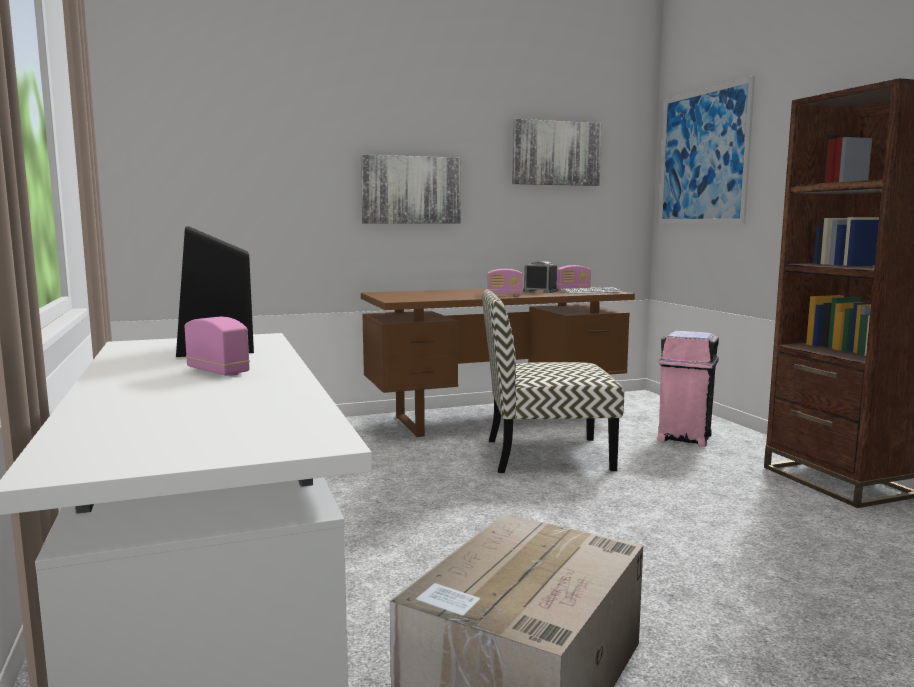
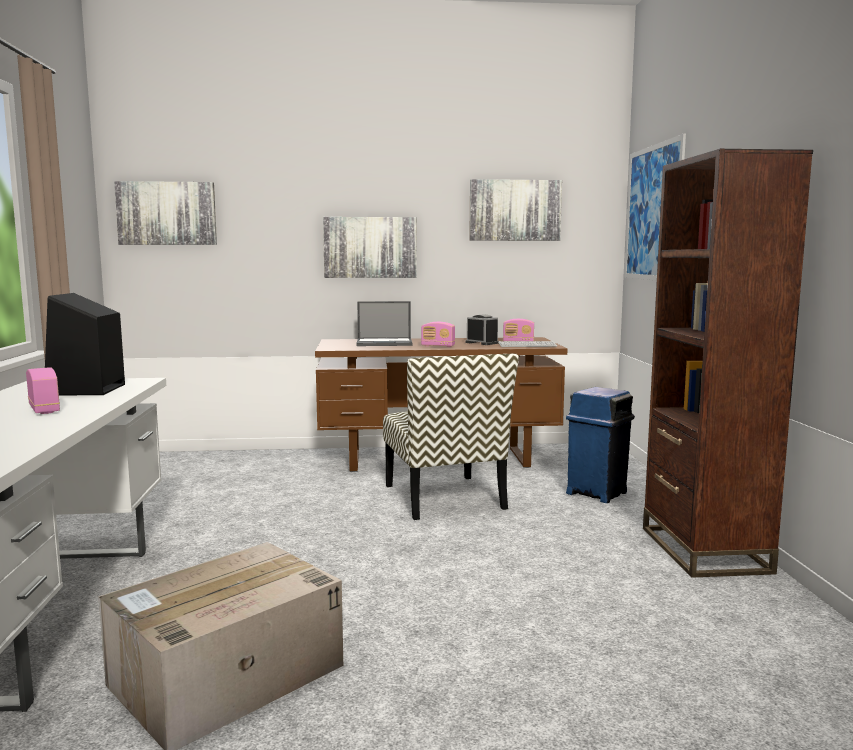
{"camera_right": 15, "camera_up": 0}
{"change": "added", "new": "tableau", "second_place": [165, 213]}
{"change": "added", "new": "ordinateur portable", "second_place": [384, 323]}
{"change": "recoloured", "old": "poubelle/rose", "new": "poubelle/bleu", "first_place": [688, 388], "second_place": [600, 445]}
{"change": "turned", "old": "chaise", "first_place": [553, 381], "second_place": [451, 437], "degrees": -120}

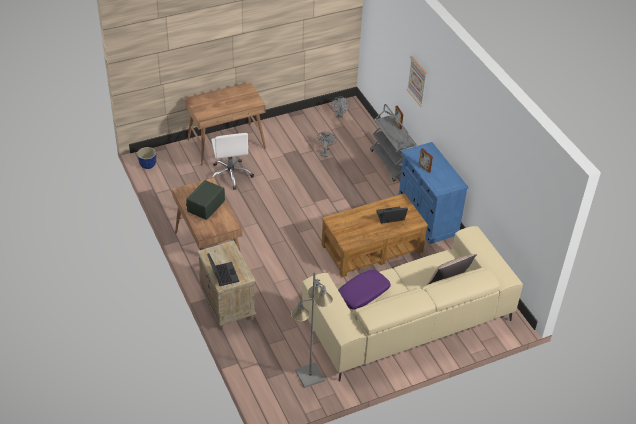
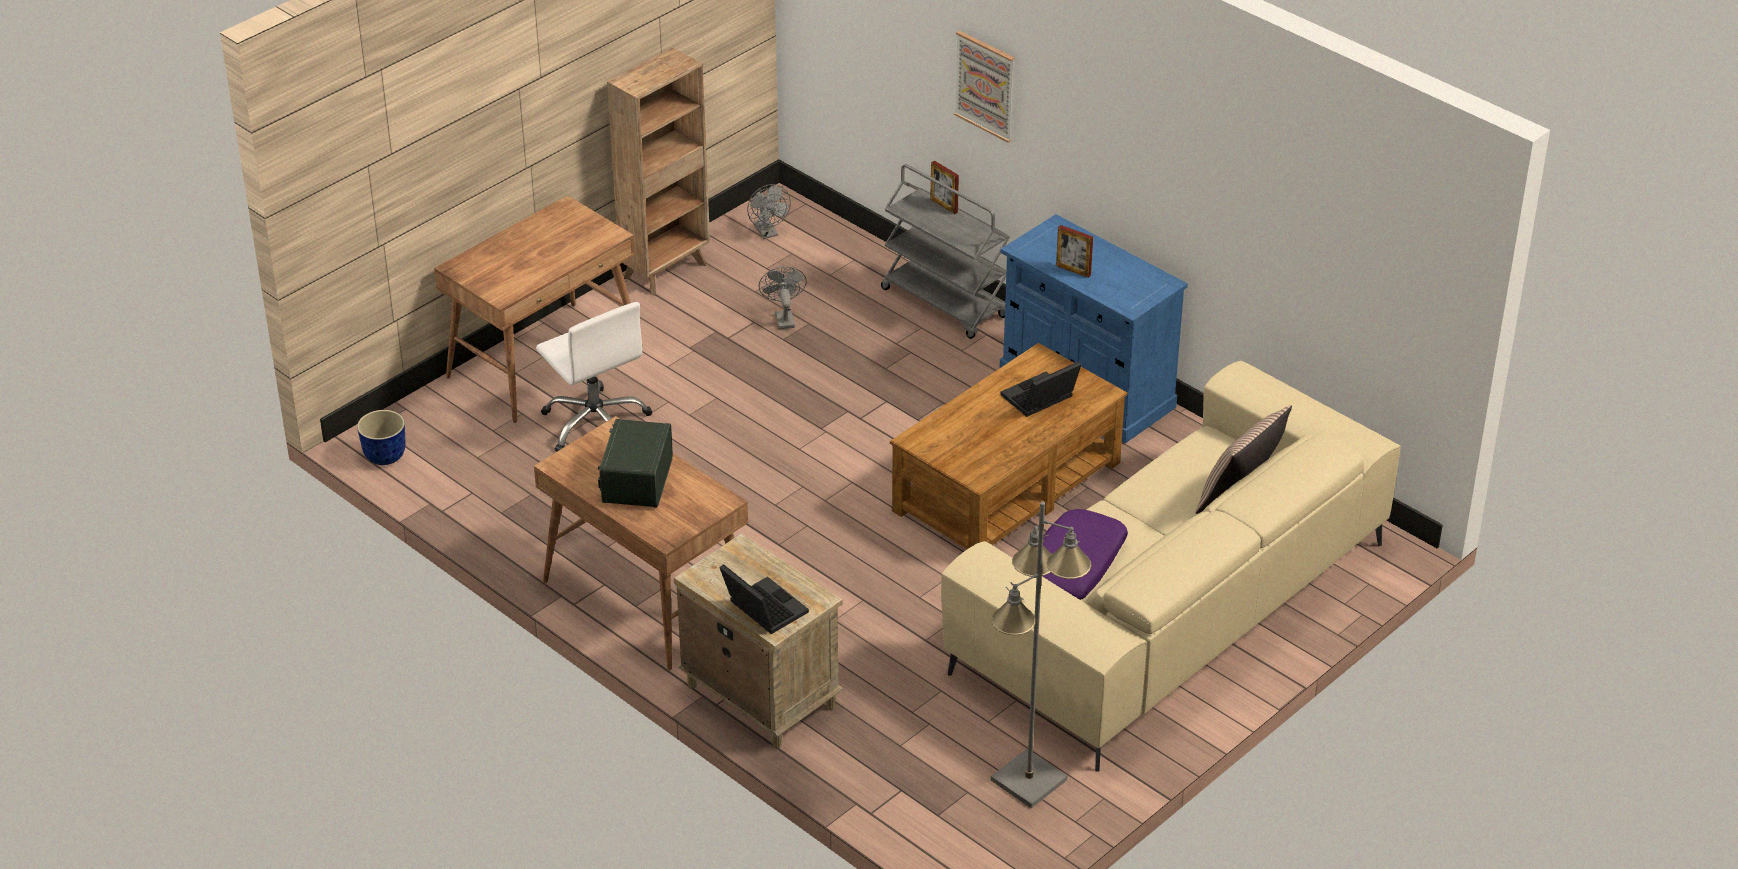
{"camera_right": -20, "camera_up": -5}
{"change": "added", "new": "bibliothèque/marron", "second_place": [658, 171]}

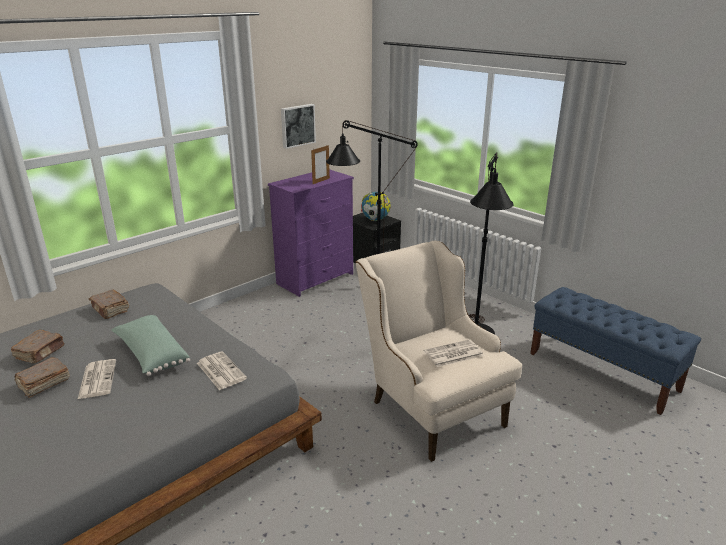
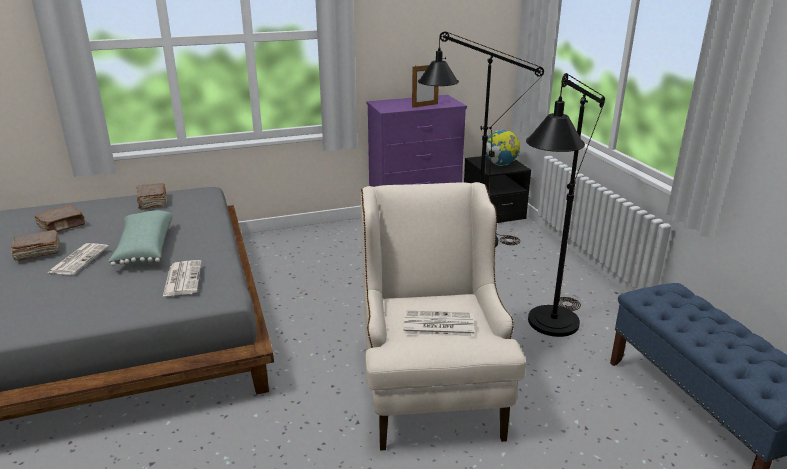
{"camera_right": 25, "camera_up": 0}
{"change": "removed", "old": "tableau", "first_place": [298, 126]}

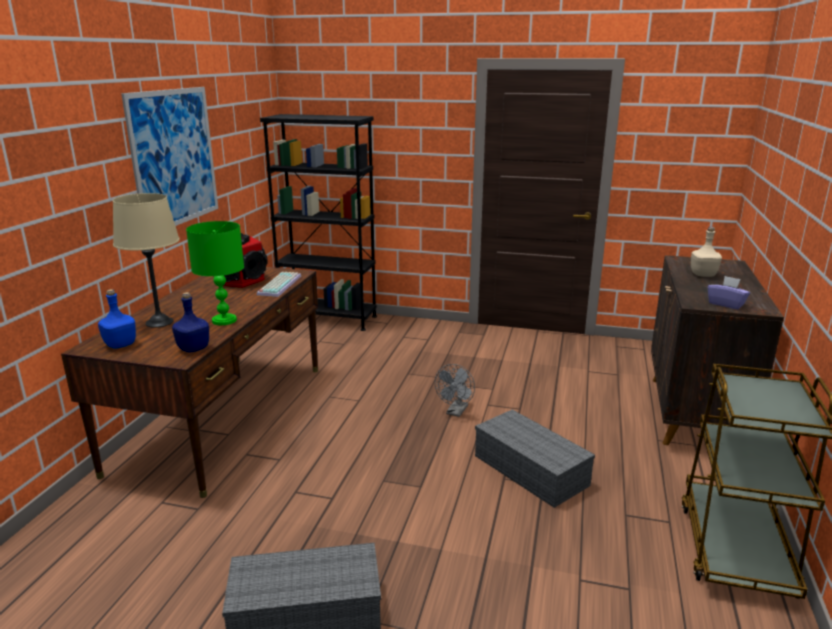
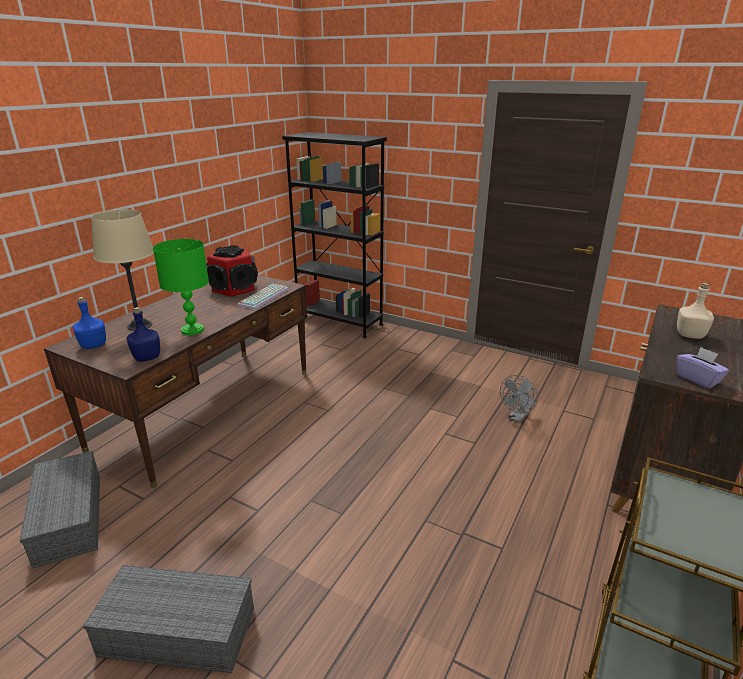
{"camera_right": 15, "camera_up": 5}
{"change": "removed", "old": "tableau", "first_place": [169, 156]}
{"change": "moved", "old": "ventilateur/gris", "first_place": [455, 390], "second_place": [519, 399]}
{"change": "moved", "old": "boîte de rangement/gris", "first_place": [535, 459], "second_place": [60, 510]}

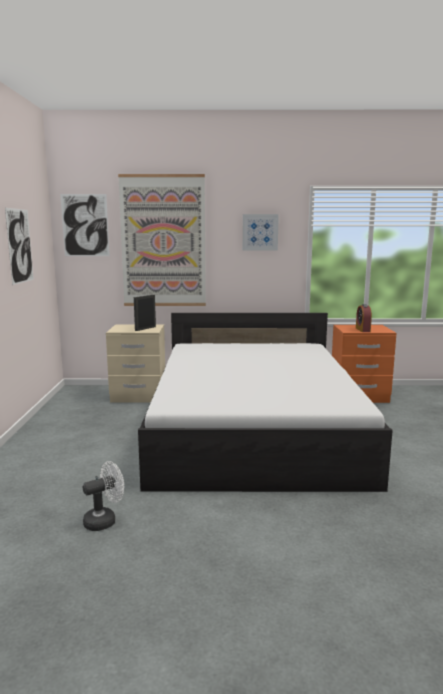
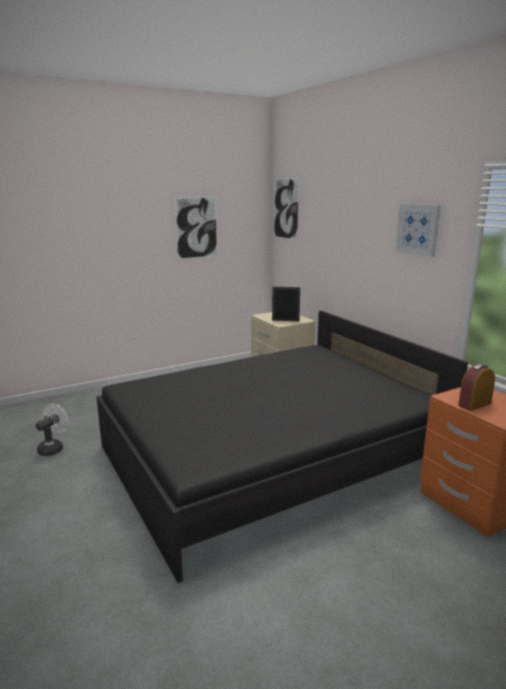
{"camera_right": 60, "camera_up": 5}
{"change": "removed", "old": "tableau", "first_place": [162, 240]}
{"change": "recoloured", "old": "lit/blanc", "new": "lit/noir", "first_place": [265, 402], "second_place": [282, 446]}
{"change": "turned", "old": "ventilateur/blanc", "first_place": [103, 496], "second_place": [52, 430], "degrees": -90}

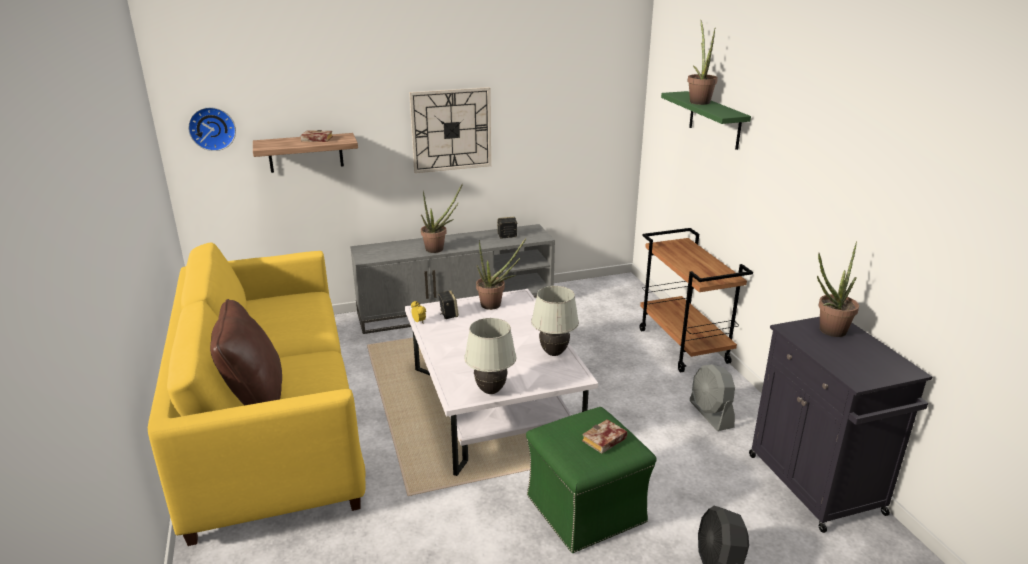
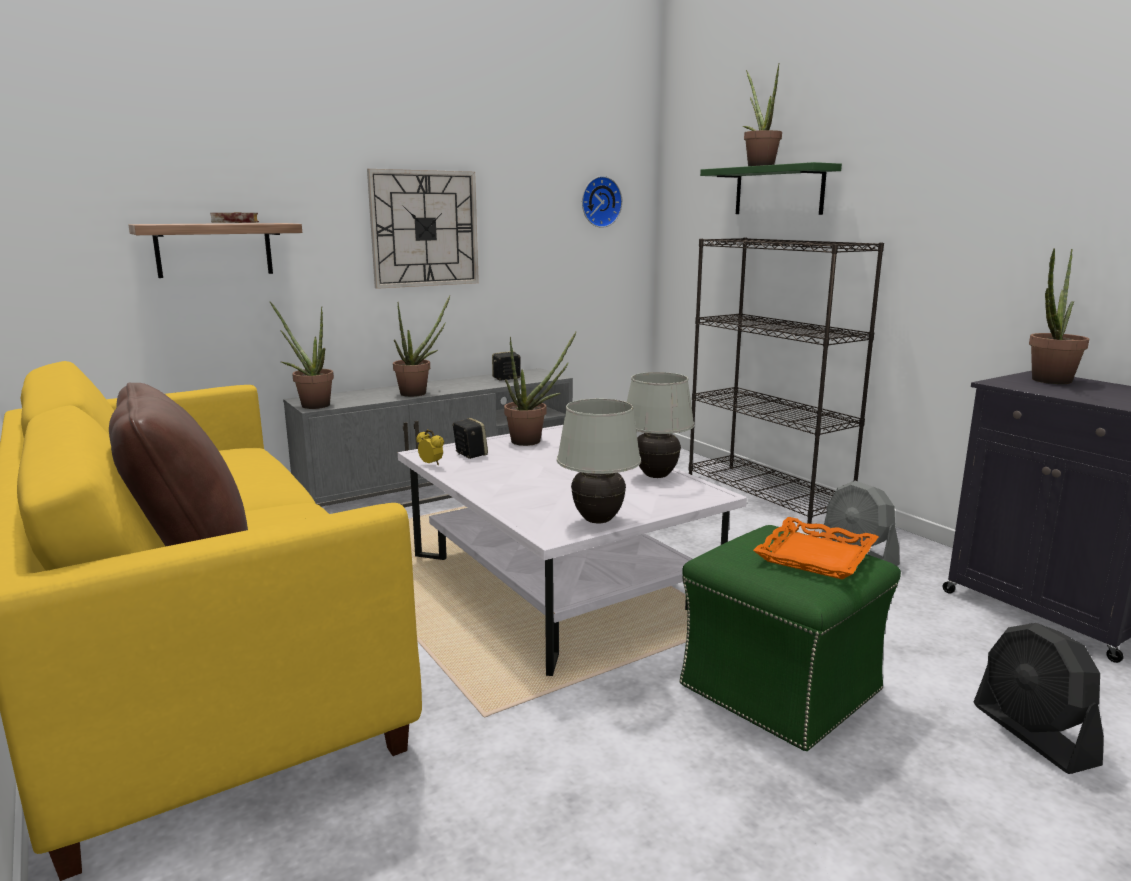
{"camera_right": -15, "camera_up": -10}
{"change": "added", "new": "plante en pot", "second_place": [302, 355]}
{"change": "moved", "old": "horloge murale", "first_place": [212, 129], "second_place": [602, 202]}
{"change": "replaced", "old": "livre", "new": "plateau/orange", "first_place": [604, 436], "second_place": [816, 548]}
{"change": "replaced", "old": "chariot/marron", "new": "bibliothèque/noir", "first_place": [696, 300], "second_place": [786, 381]}

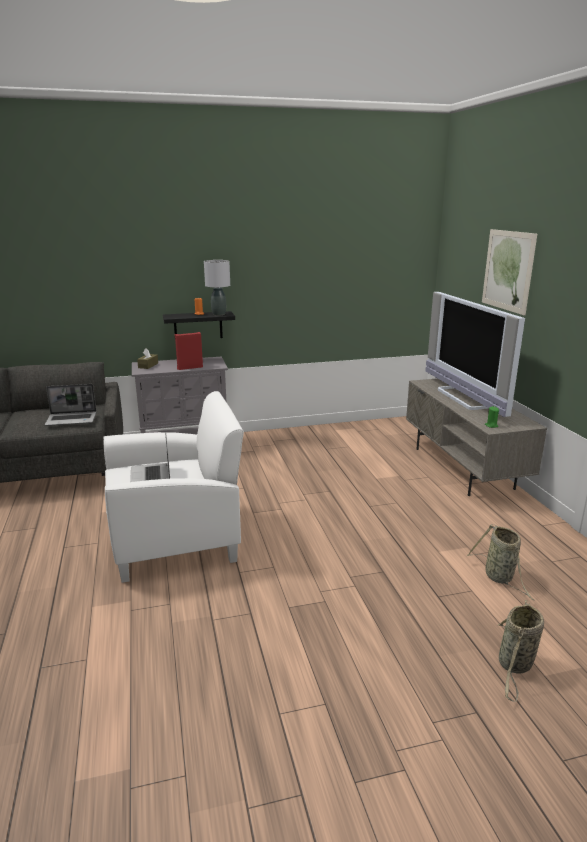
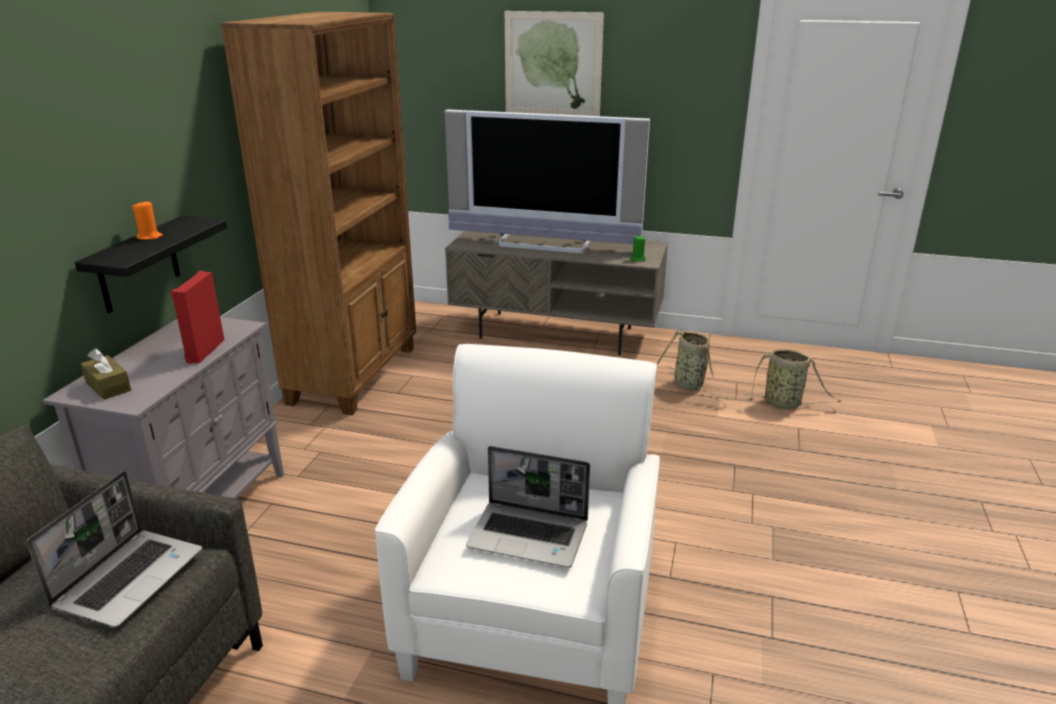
{"camera_right": -60, "camera_up": 5}
{"change": "removed", "old": "lampe de table/gris", "first_place": [217, 288]}
{"change": "added", "new": "bibliothèque/marron", "second_place": [318, 213]}
{"change": "moved", "old": "panier", "first_place": [521, 651], "second_place": [693, 365]}

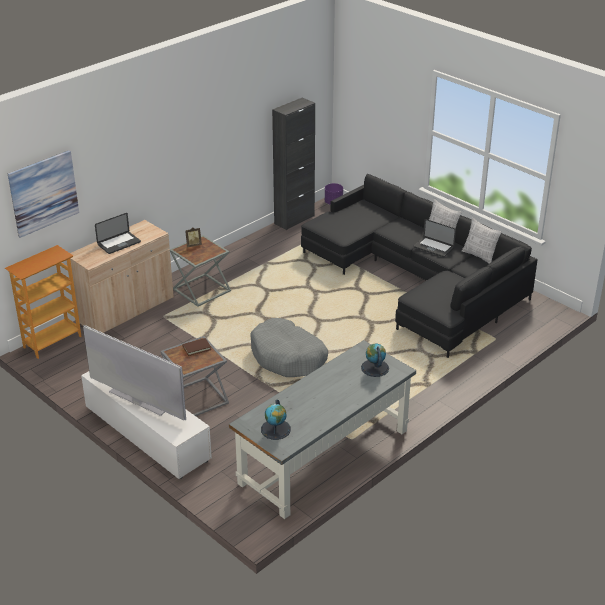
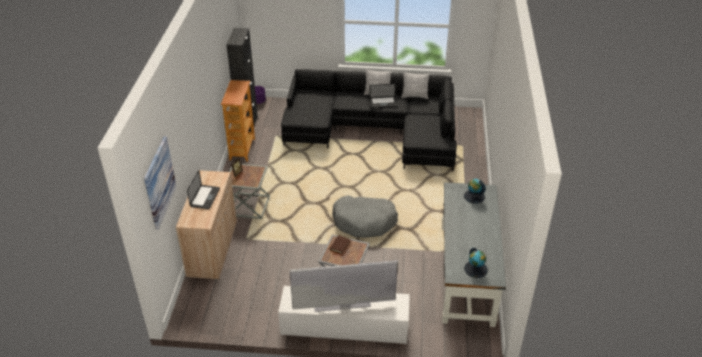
{"camera_right": -40, "camera_up": 5}
{"change": "moved", "old": "bibliothèque", "first_place": [43, 302], "second_place": [238, 121]}

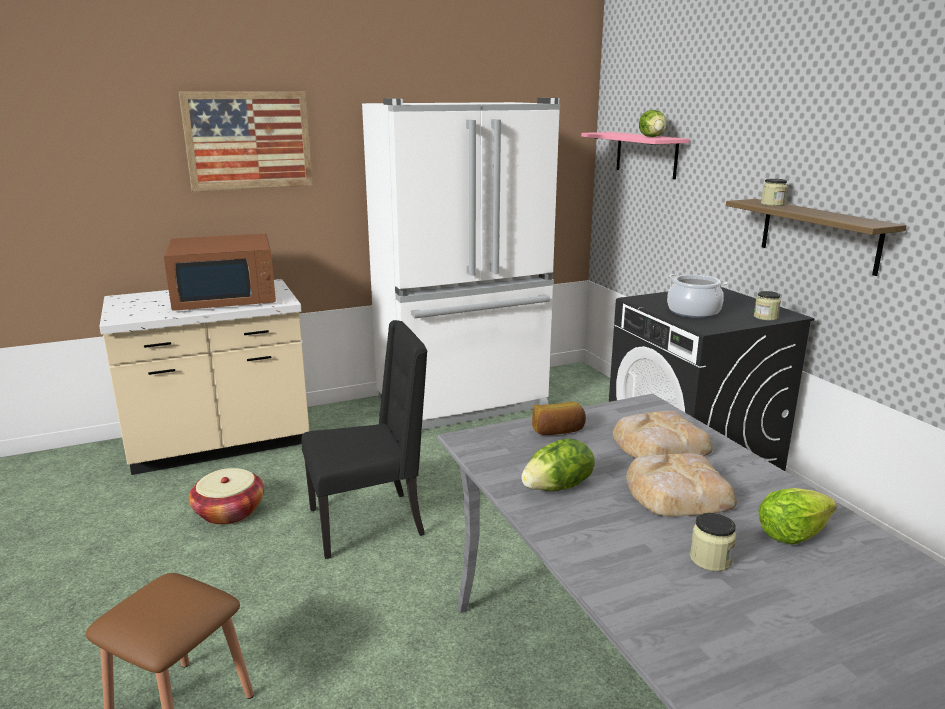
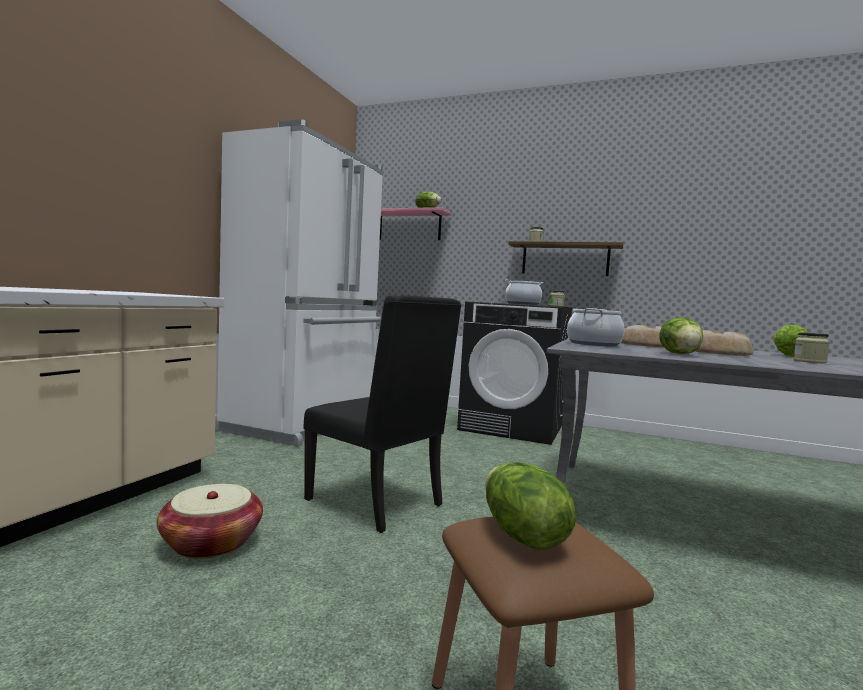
{"camera_right": -45, "camera_up": -15}
{"change": "removed", "old": "micro-ondes/marron", "first_place": [220, 272]}
{"change": "removed", "old": "tableau", "first_place": [246, 141]}
{"change": "added", "new": "laitue", "second_place": [530, 506]}
{"change": "replaced", "old": "pain", "new": "marmite", "first_place": [559, 418], "second_place": [595, 327]}
{"change": "turned", "old": "chaise/noir", "first_place": [364, 439], "second_place": [382, 414], "degrees": 105}

